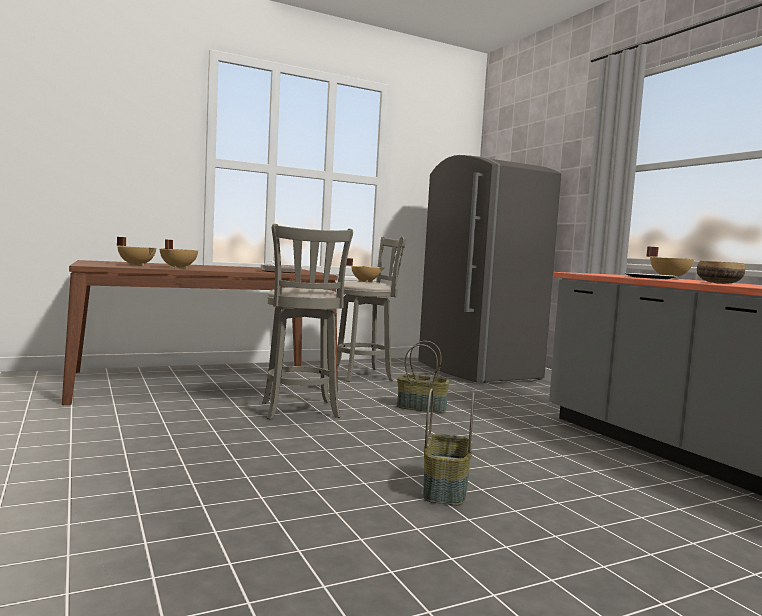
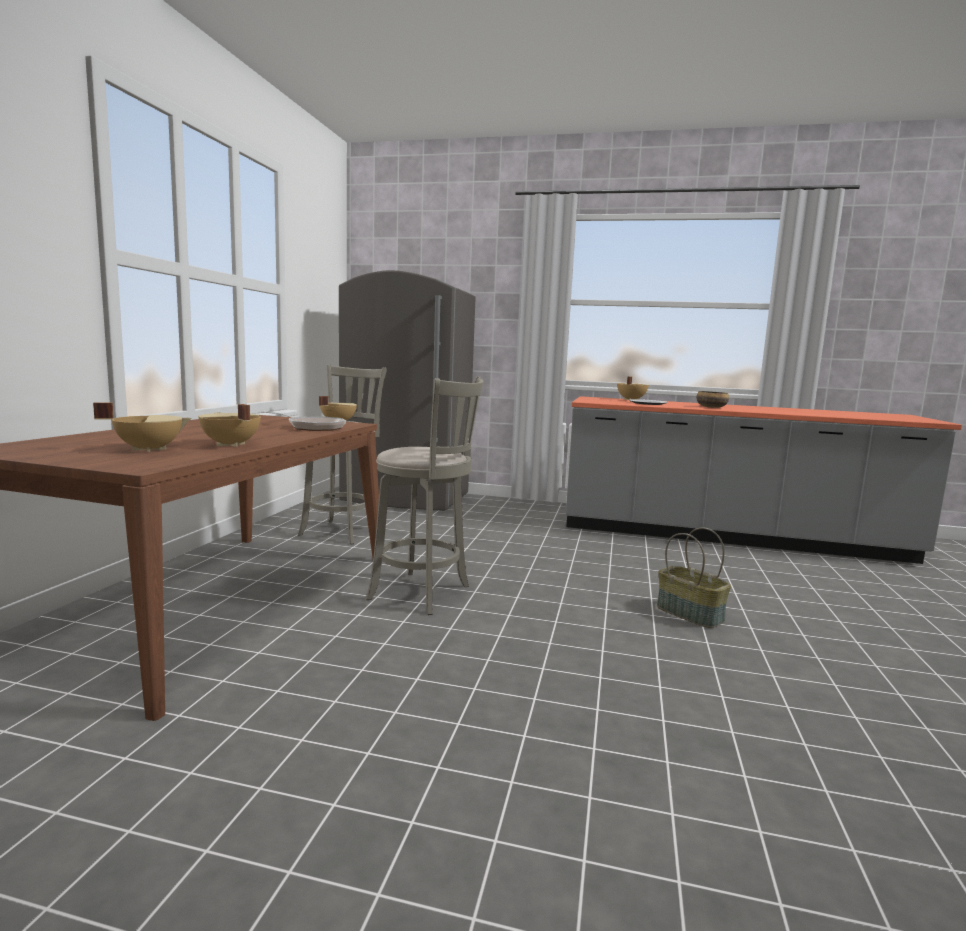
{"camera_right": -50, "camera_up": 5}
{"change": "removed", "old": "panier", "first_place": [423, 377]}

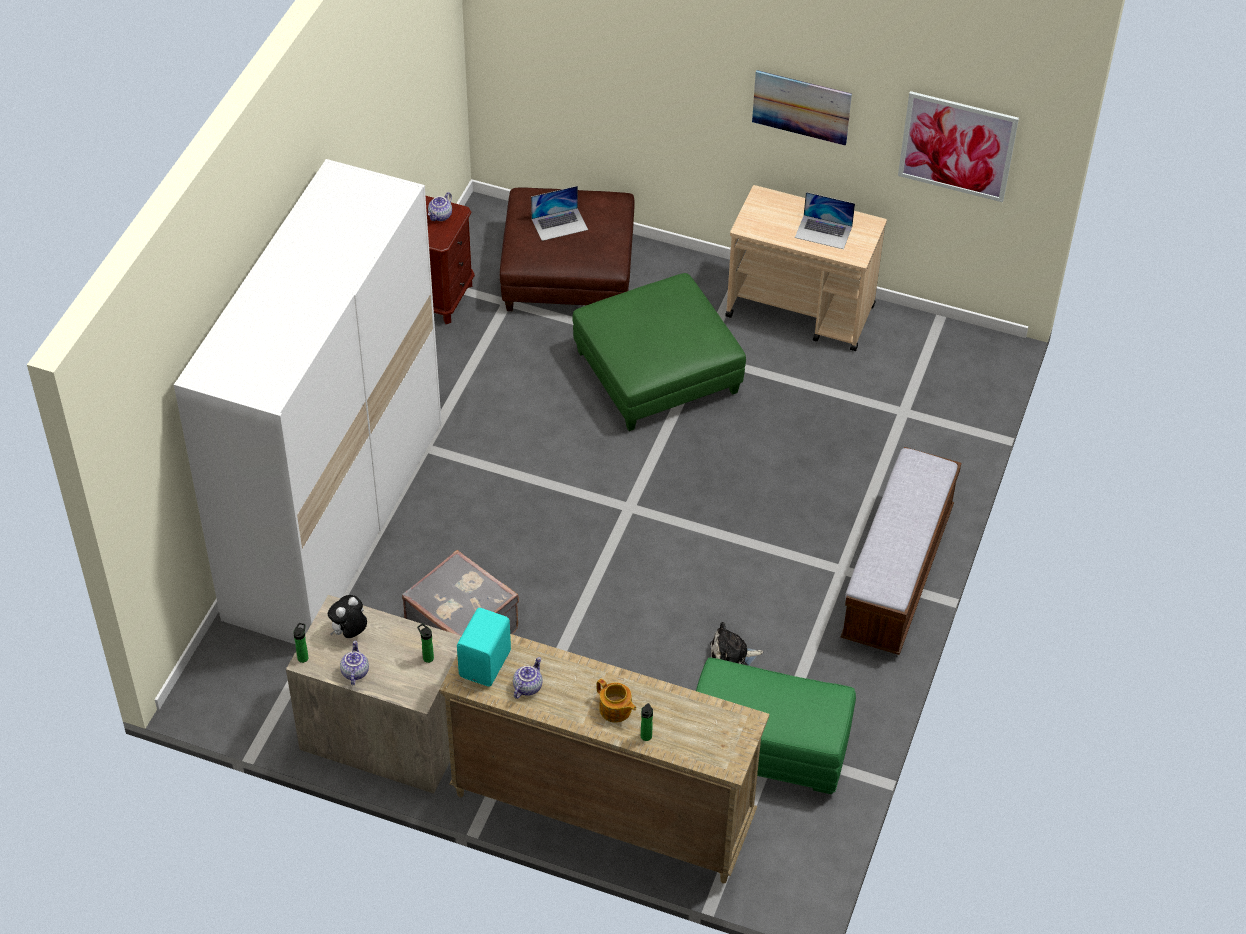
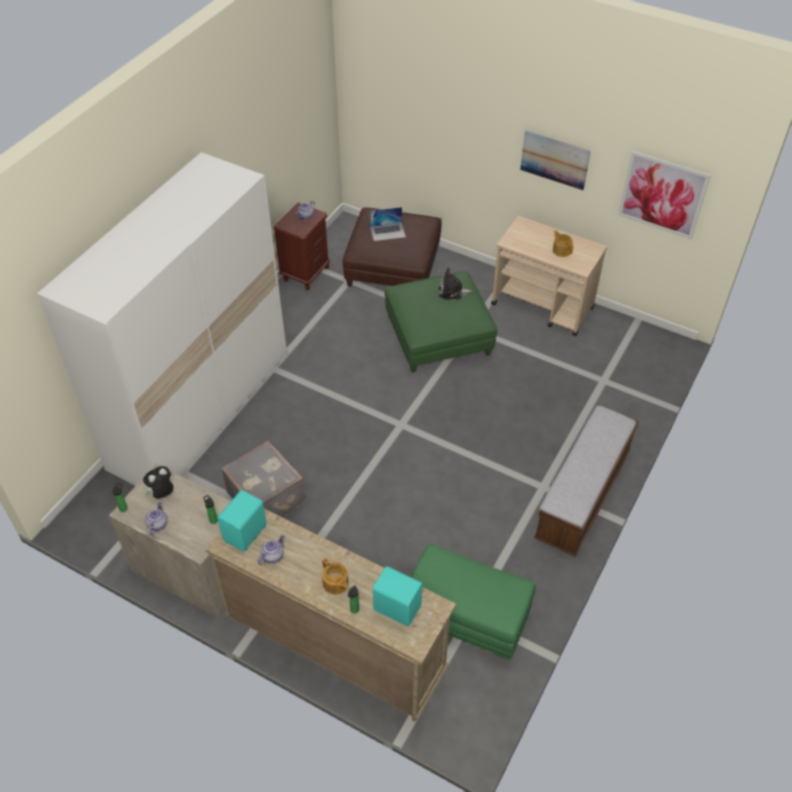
{"camera_right": 10, "camera_up": 0}
{"change": "added", "new": "enceinte/turquoise", "second_place": [397, 596]}
{"change": "moved", "old": "peluche", "first_place": [737, 644], "second_place": [456, 284]}
{"change": "replaced", "old": "ordinateur portable", "new": "théière", "first_place": [825, 220], "second_place": [563, 244]}

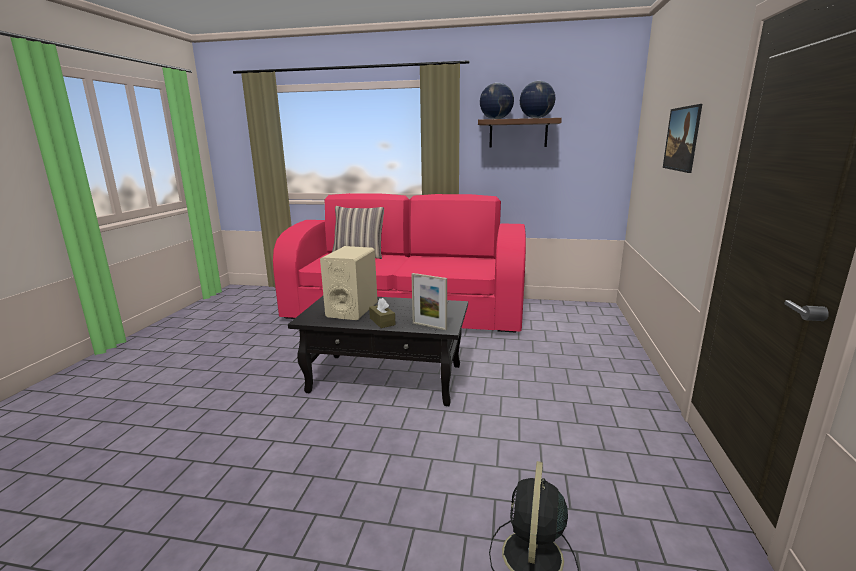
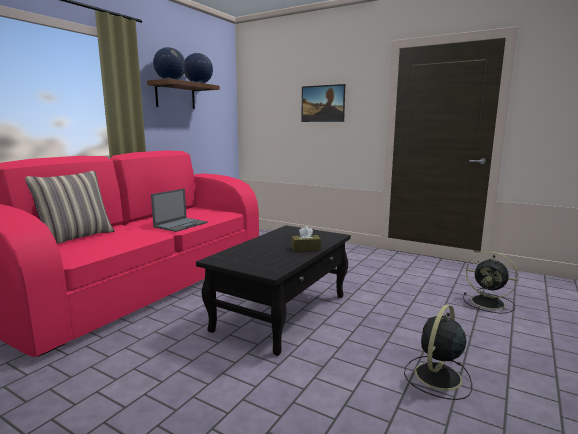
{"camera_right": -70, "camera_up": -5}
{"change": "removed", "old": "enceinte/beige", "first_place": [349, 283]}
{"change": "removed", "old": "cadre photo", "first_place": [429, 301]}
{"change": "added", "new": "ordinateur portable", "second_place": [179, 210]}
{"change": "added", "new": "ventilateur/noir", "second_place": [438, 352]}

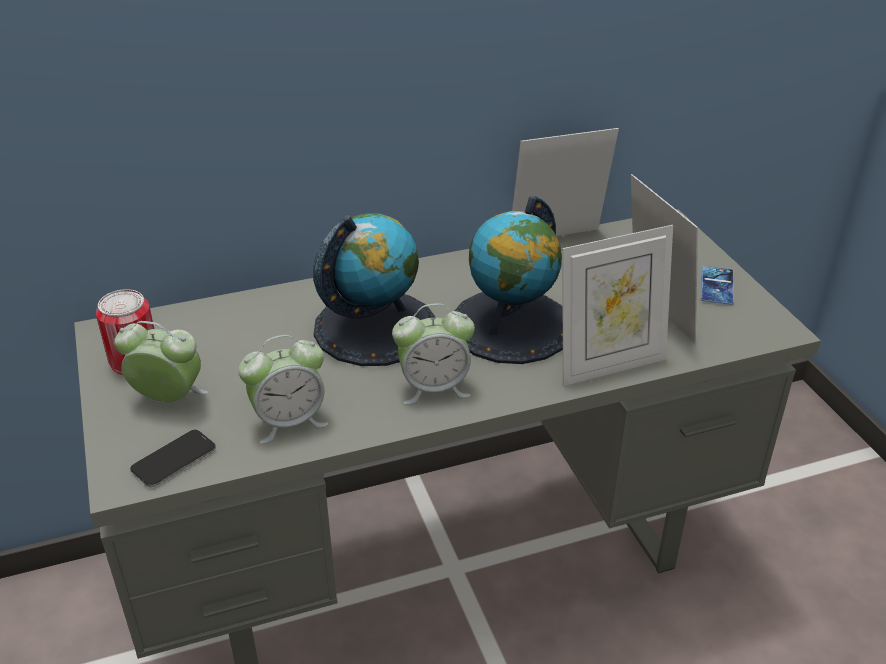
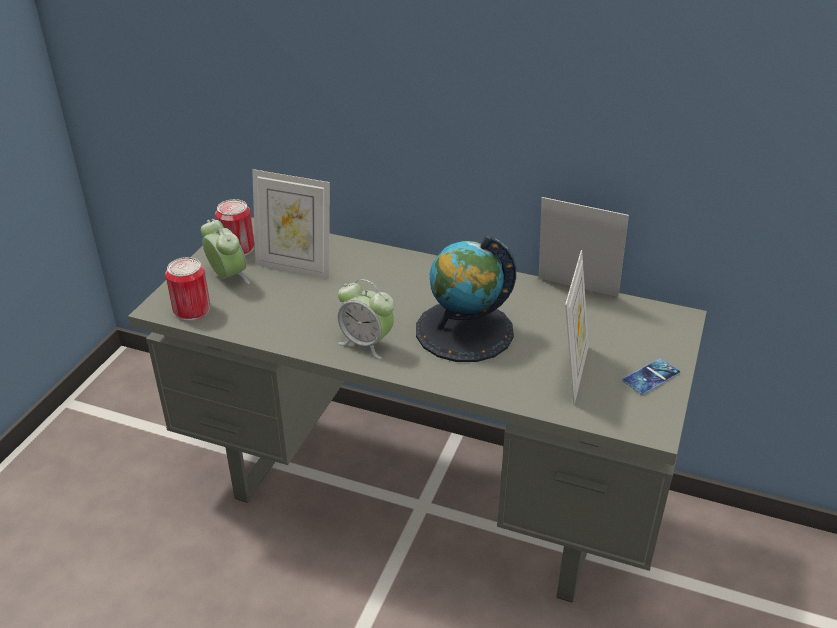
{"camera_right": 40, "camera_up": 0}
{"change": "removed", "old": "réveil", "first_place": [283, 389]}
{"change": "removed", "old": "globe", "first_place": [374, 289]}
{"change": "moved", "old": "cadre photo", "first_place": [617, 305], "second_place": [291, 224]}
{"change": "replaced", "old": "téléphone", "new": "boîte métallique", "first_place": [173, 458], "second_place": [187, 289]}

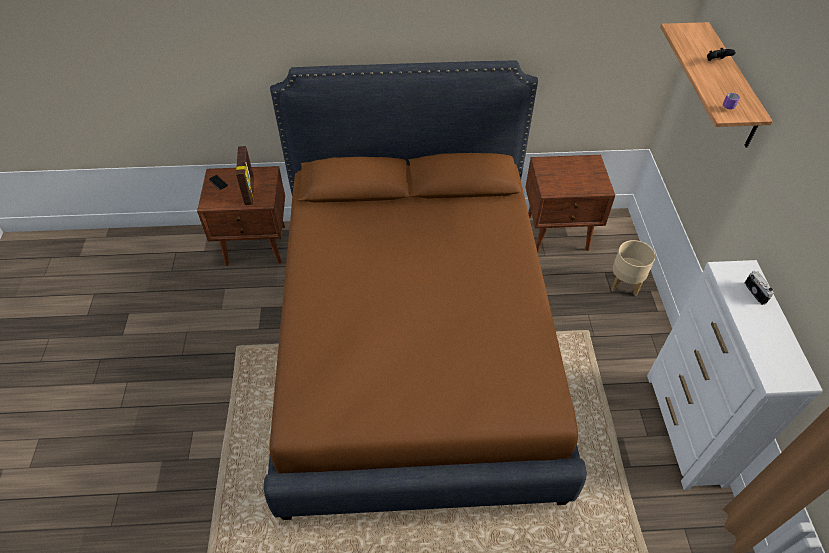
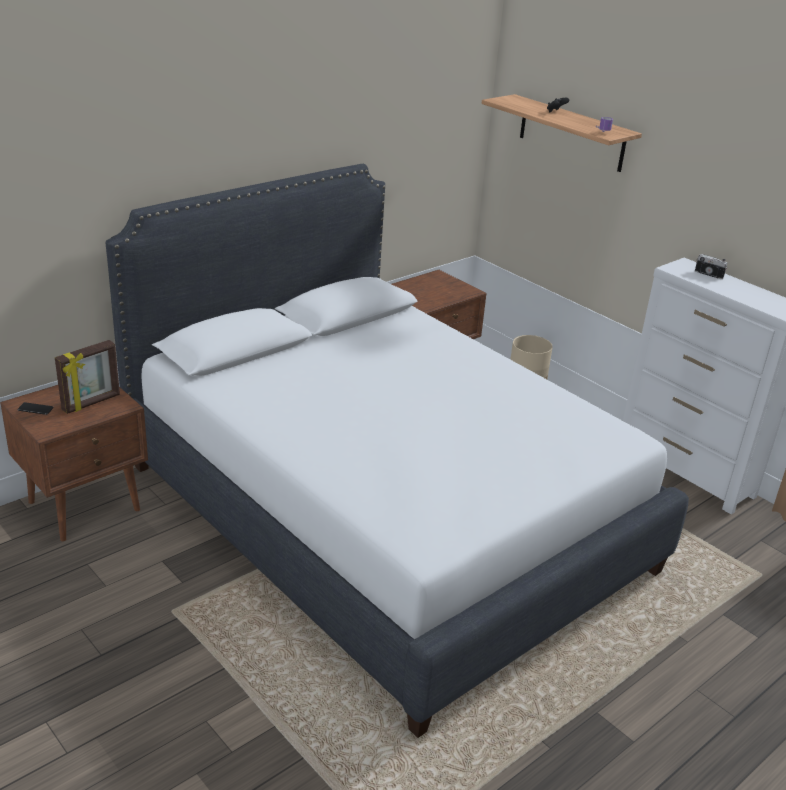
{"camera_right": -40, "camera_up": -20}
{"change": "recoloured", "old": "lit/marron", "new": "lit/blanc", "first_place": [425, 290], "second_place": [397, 451]}
{"change": "turned", "old": "cadre photo", "first_place": [245, 175], "second_place": [87, 377], "degrees": 90}

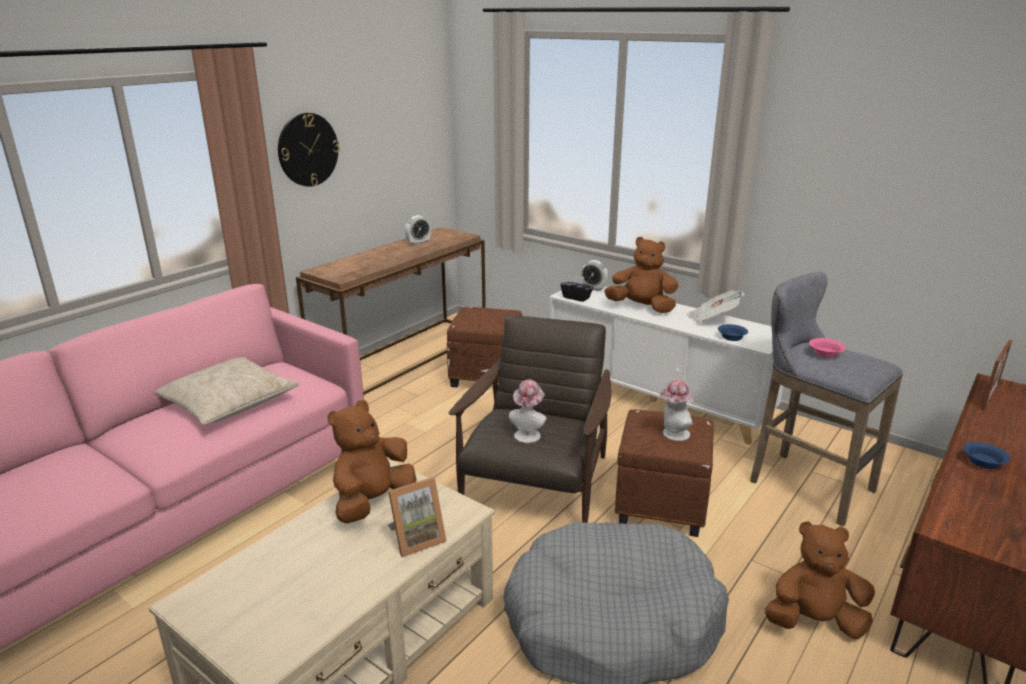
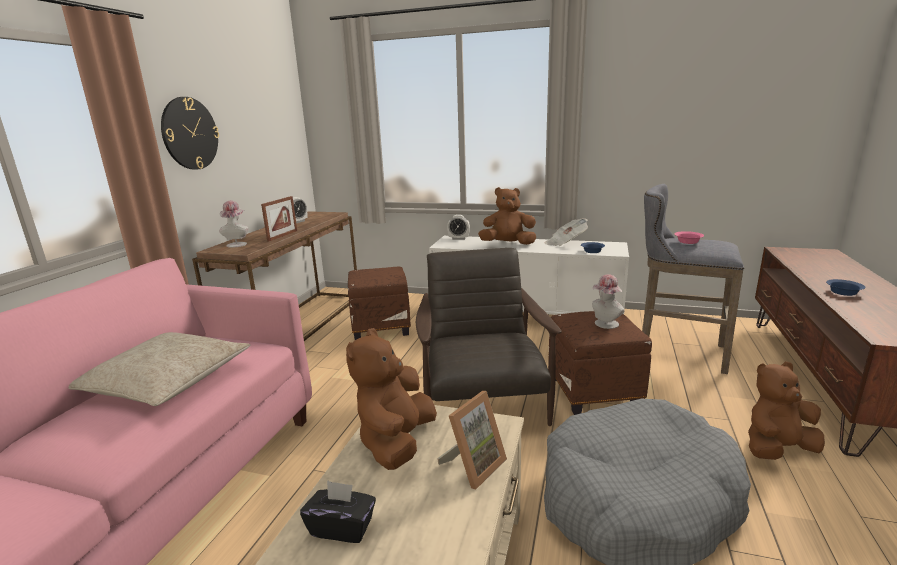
{"camera_right": -20, "camera_up": -5}
{"change": "moved", "old": "chapeau", "first_place": [528, 411], "second_place": [234, 224]}
{"change": "moved", "old": "boîte à mouchoirs/noir", "first_place": [577, 288], "second_place": [338, 511]}
{"change": "moved", "old": "cadre photo", "first_place": [996, 375], "second_place": [279, 219]}

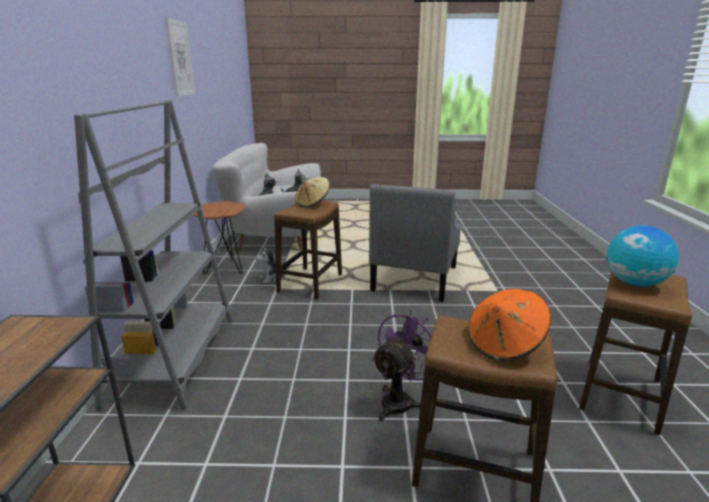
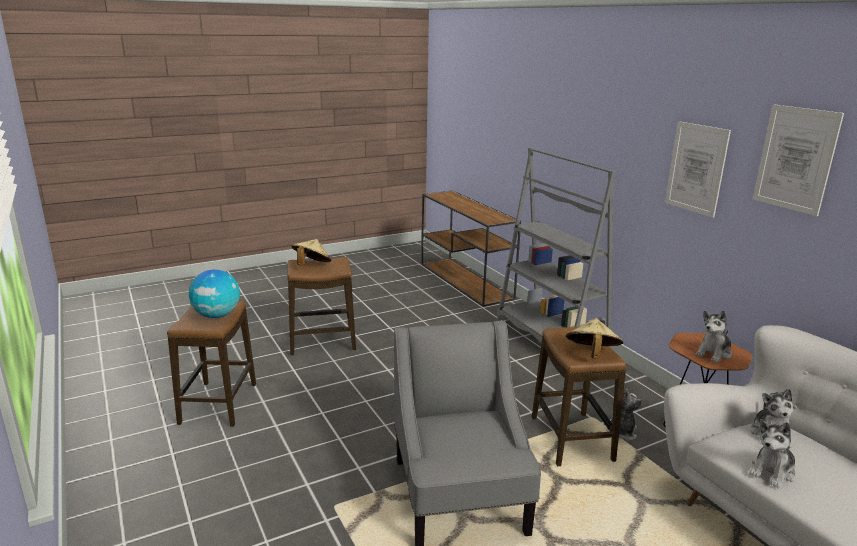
{"camera_right": 150, "camera_up": 0}
{"change": "removed", "old": "ventilateur/violet", "first_place": [402, 365]}
{"change": "added", "new": "tableau", "second_place": [698, 169]}
{"change": "added", "new": "peluche", "second_place": [714, 337]}
{"change": "recoloured", "old": "chapeau/orange", "new": "chapeau/beige", "first_place": [509, 325], "second_place": [311, 252]}

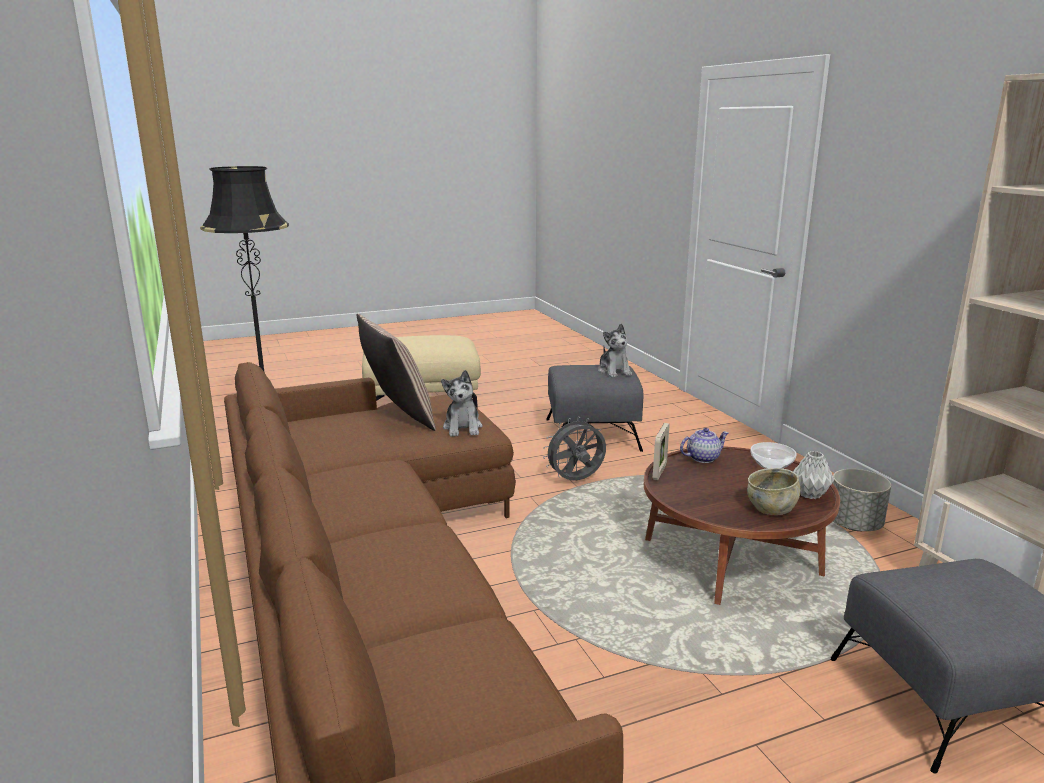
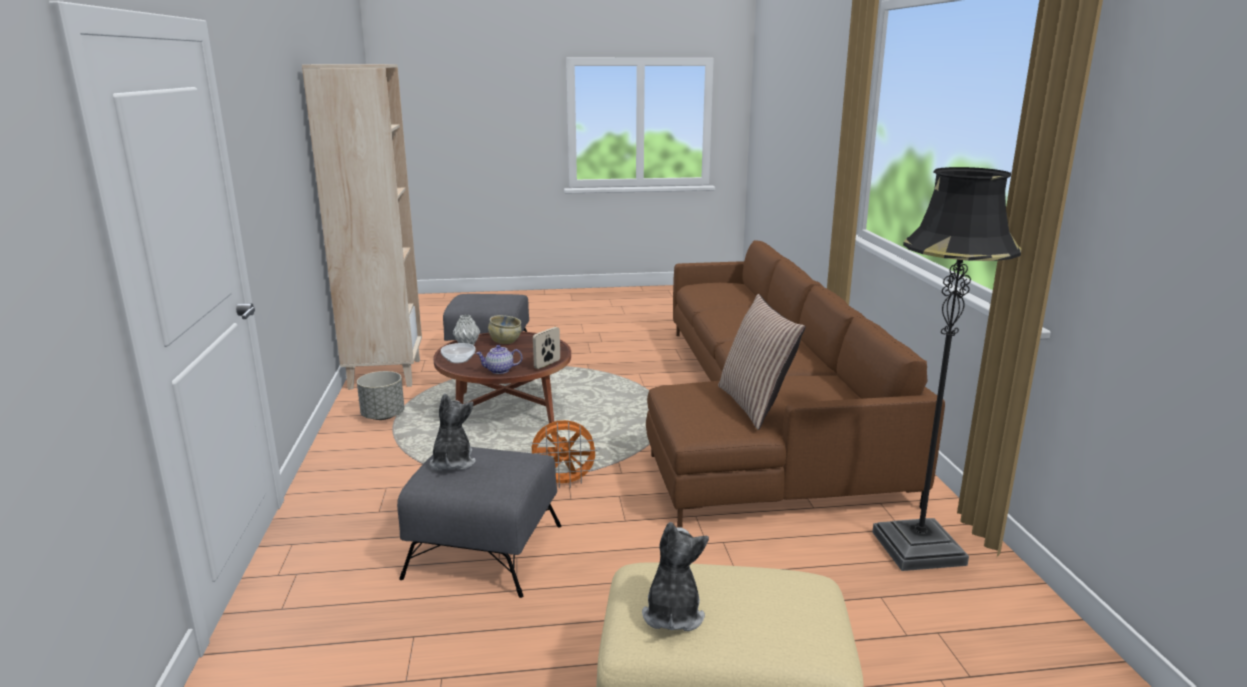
{"camera_right": -165, "camera_up": 0}
{"change": "moved", "old": "peluche", "first_place": [461, 403], "second_place": [675, 576]}
{"change": "recoloured", "old": "ventilateur/gris", "new": "ventilateur/orange", "first_place": [574, 448], "second_place": [563, 454]}

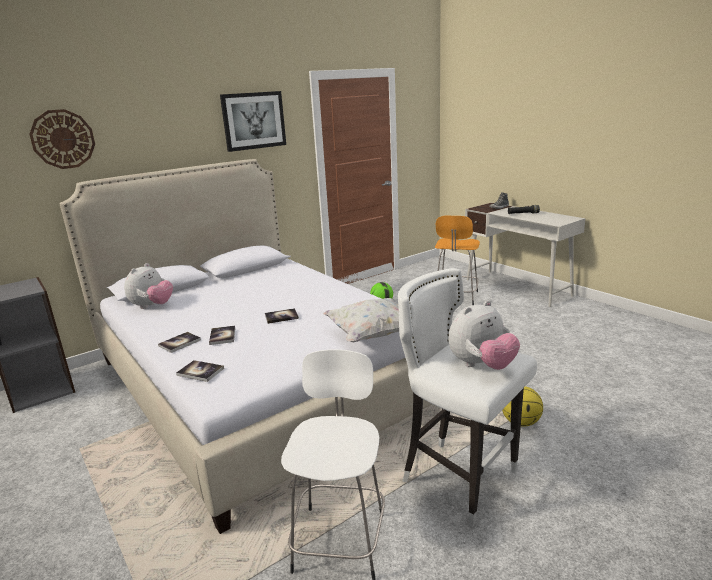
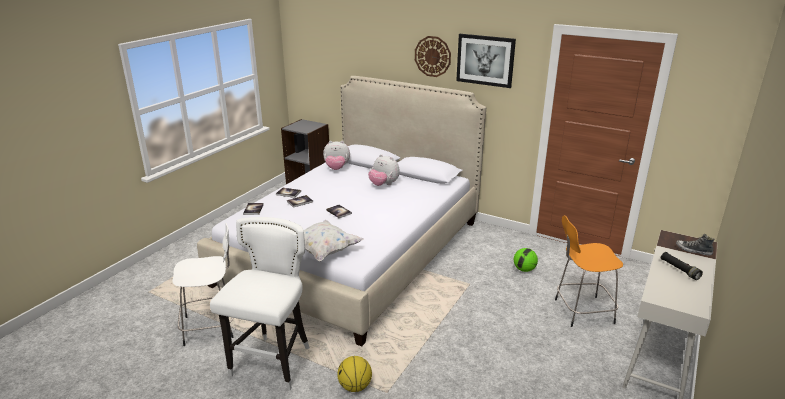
{"camera_right": 65, "camera_up": 5}
{"change": "moved", "old": "horloge murale", "first_place": [62, 139], "second_place": [433, 56]}
{"change": "moved", "old": "peluche", "first_place": [484, 335], "second_place": [384, 170]}

